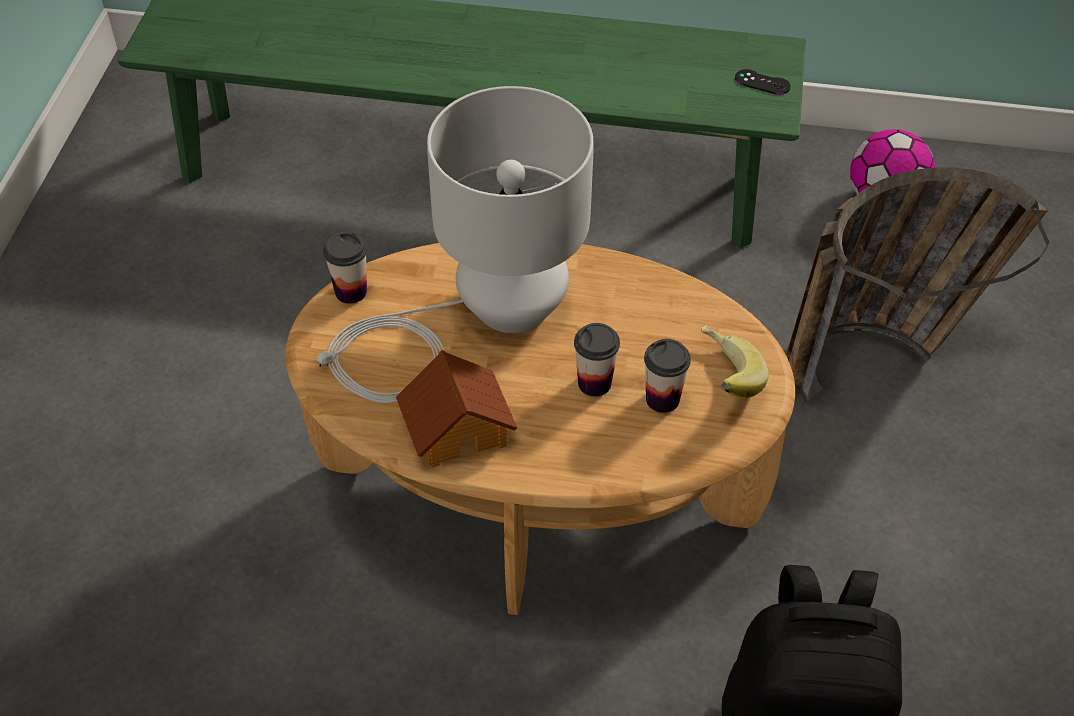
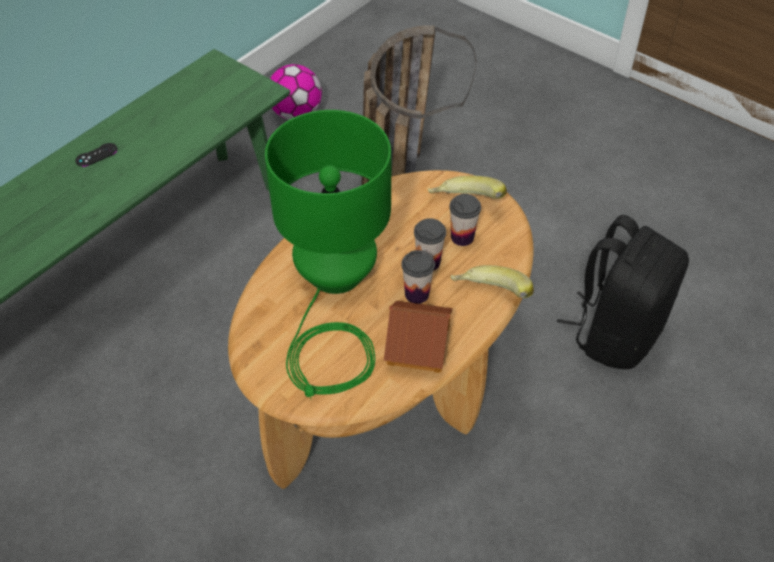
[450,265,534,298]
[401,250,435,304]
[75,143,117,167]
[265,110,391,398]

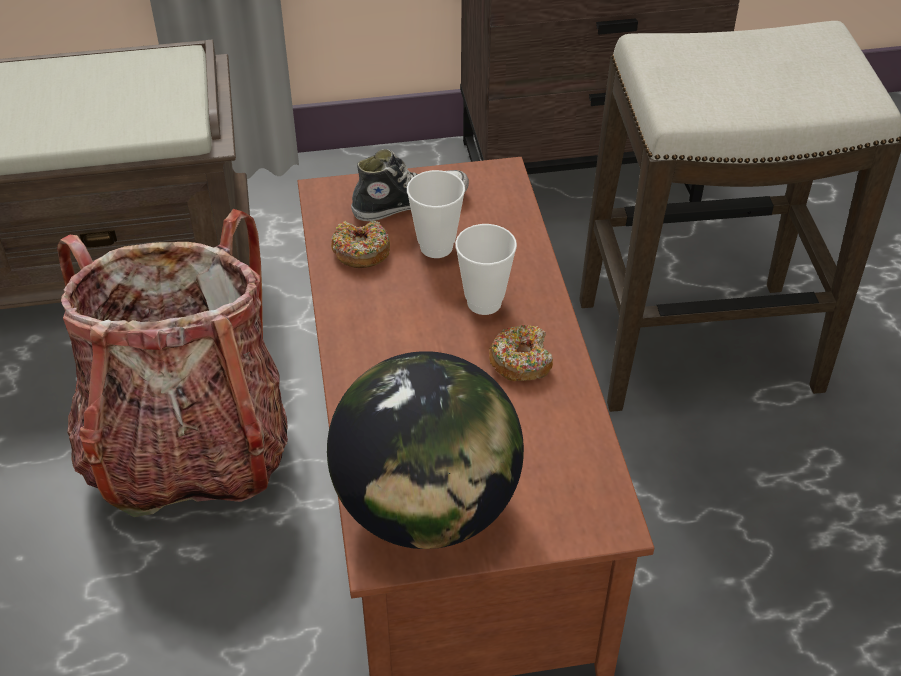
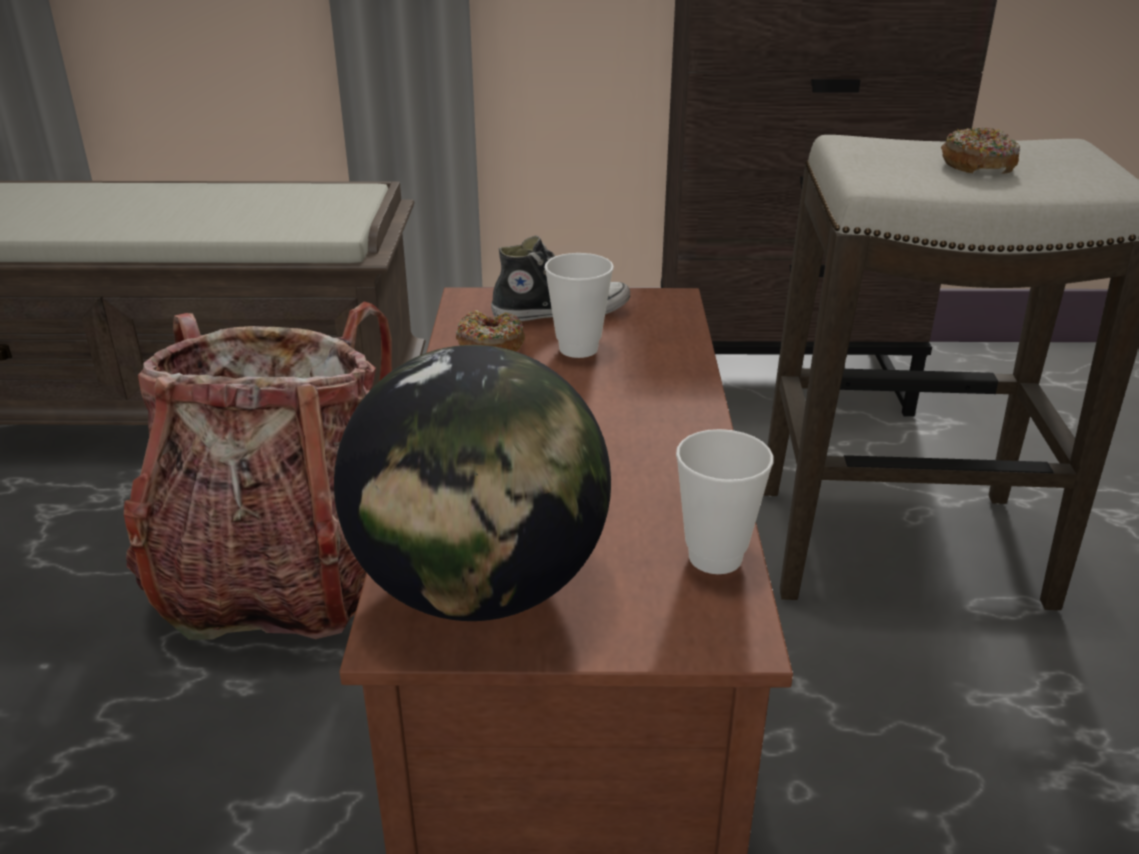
[676,429,774,574]
[941,127,1020,174]

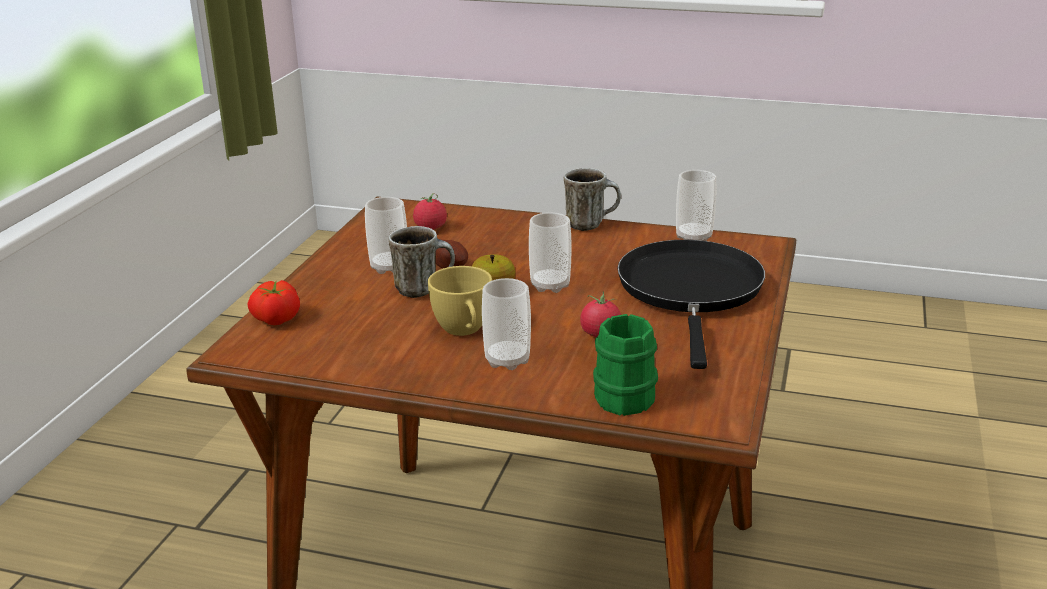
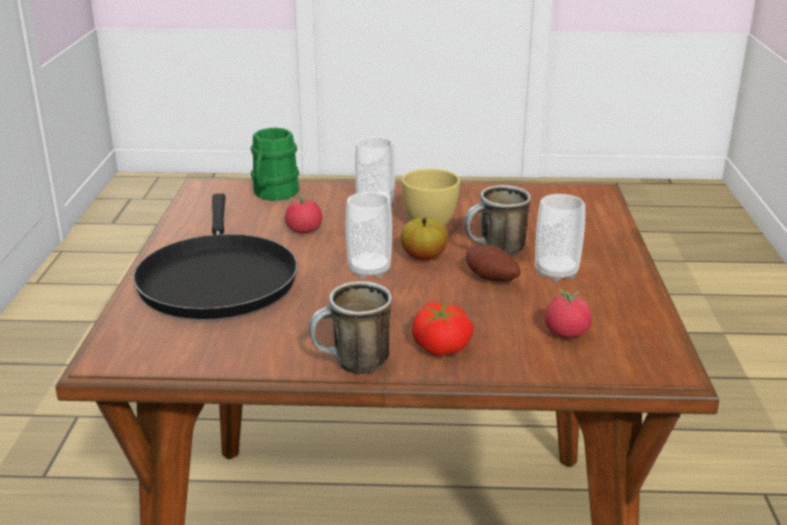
[676,170,716,241] (first image)
[412,301,474,356]

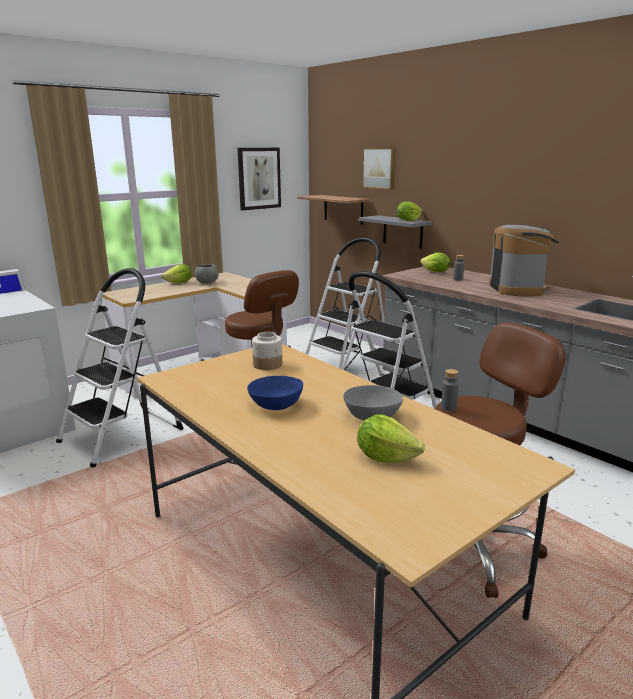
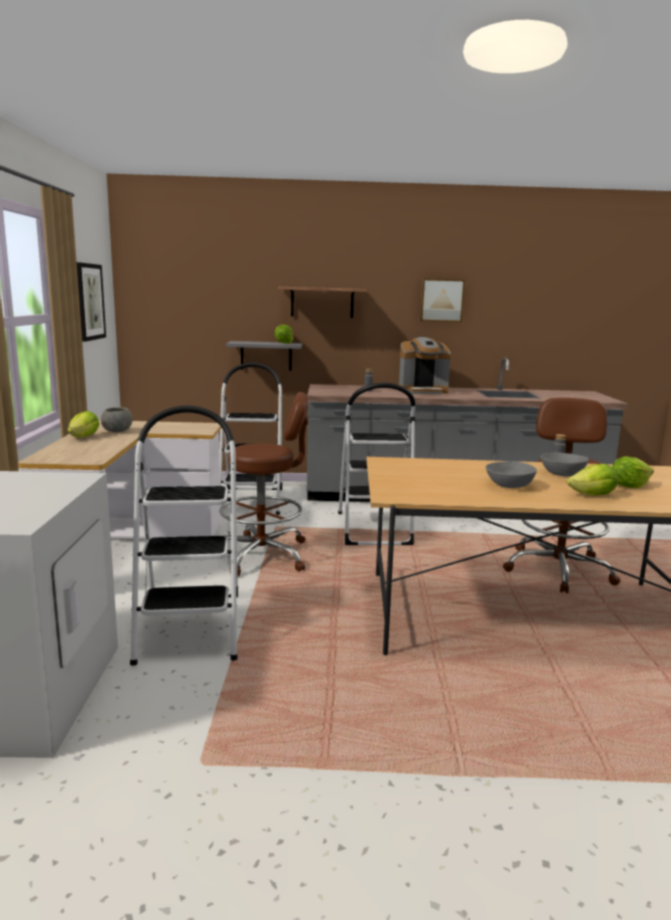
[252,332,282,370] (first image)
[278,287,366,318]
[420,279,465,322]
[567,464,618,496]
[486,461,537,488]
[399,337,451,394]

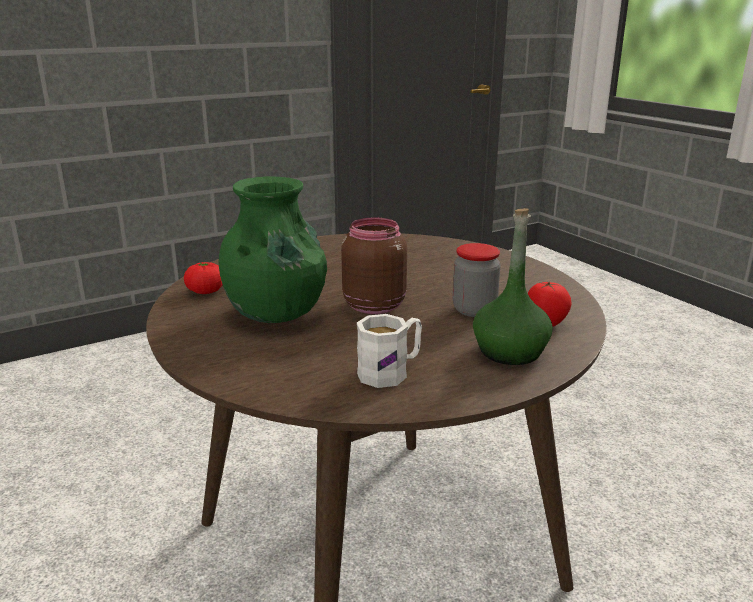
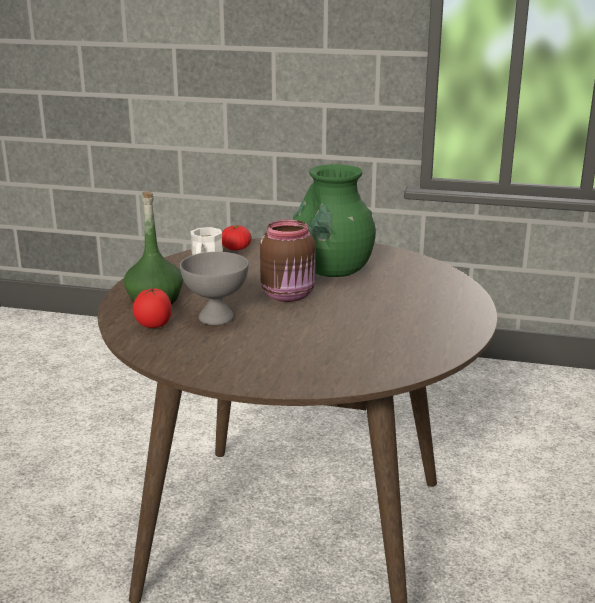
[222,225,252,250]
[180,252,249,325]

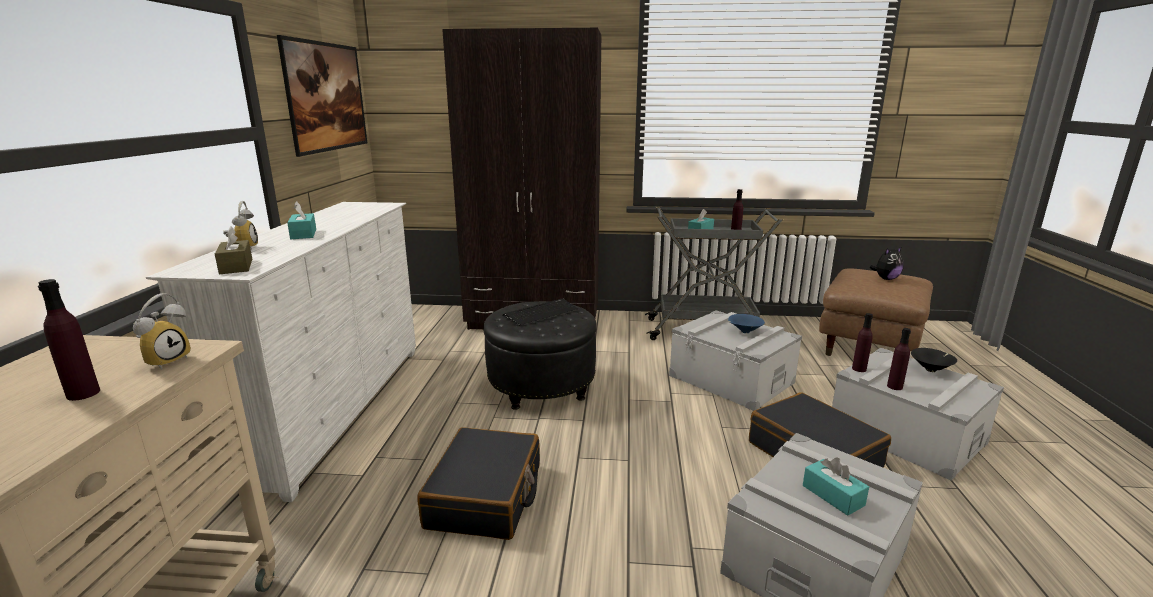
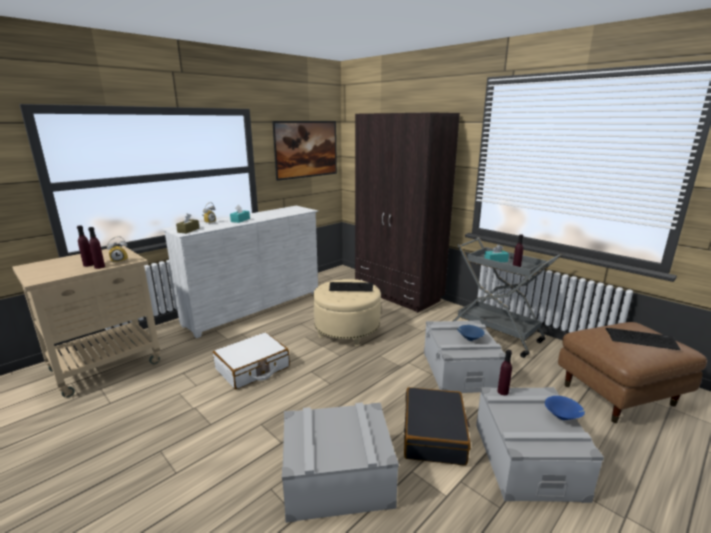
[803,457,869,516] (first image)
[88,227,105,269]
[606,328,681,350]
[213,332,290,389]
[313,279,381,346]
[545,396,585,420]

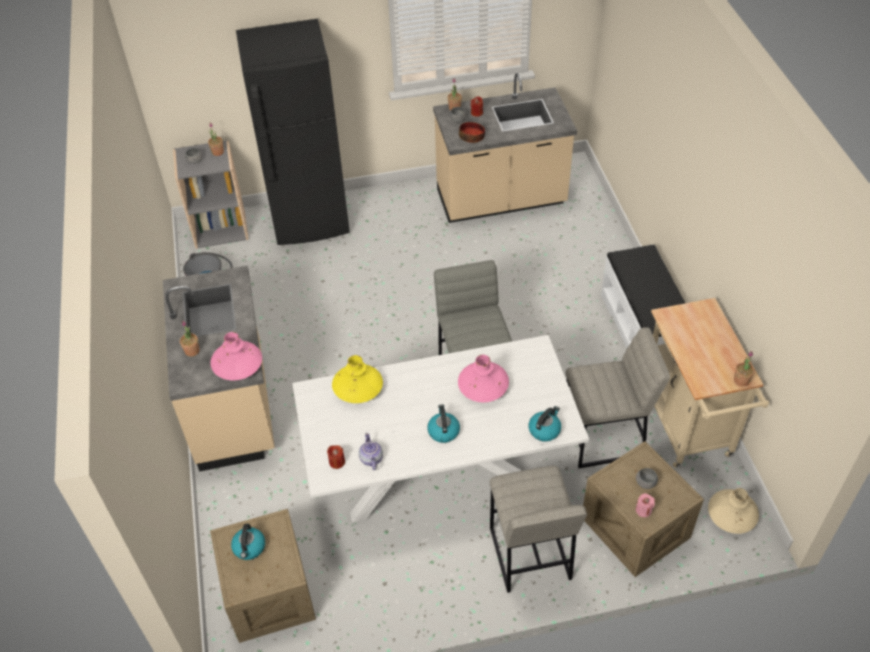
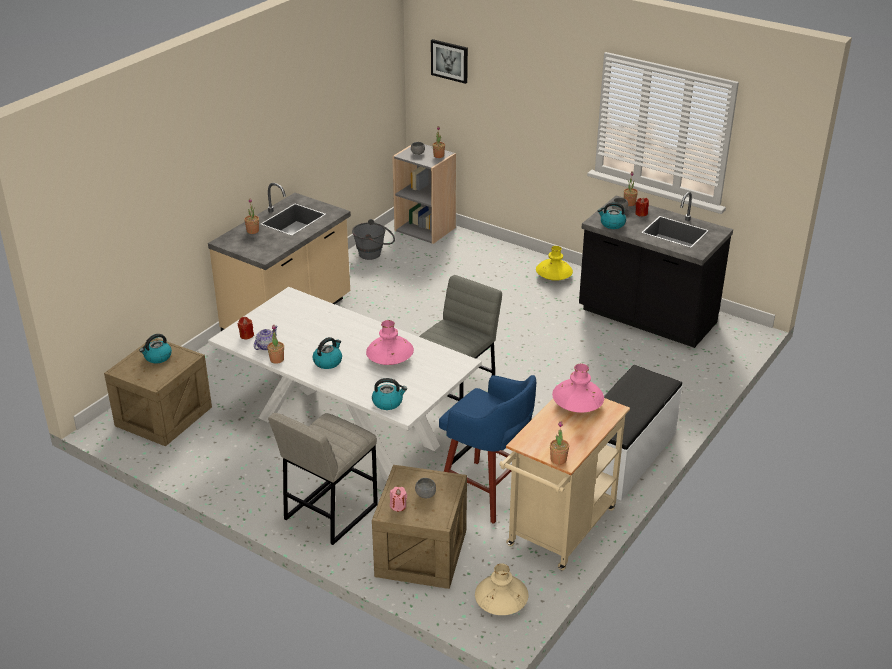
[236,19,350,245] (first image)
[267,324,284,364]
[431,39,468,84]
[552,364,604,413]
[536,246,573,281]
[597,202,626,229]
[439,375,536,524]
[579,192,733,348]

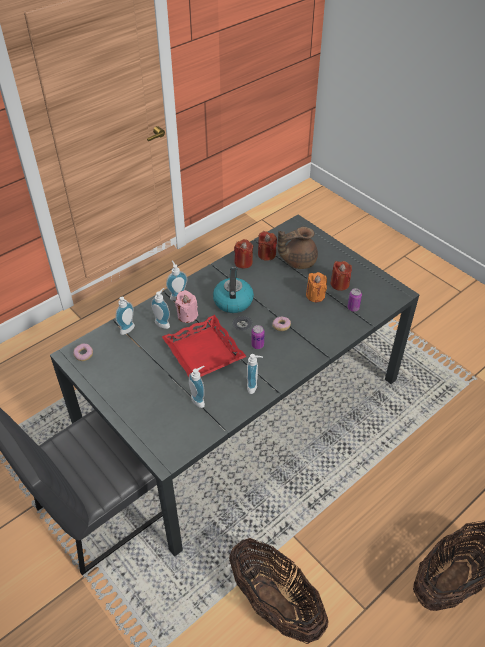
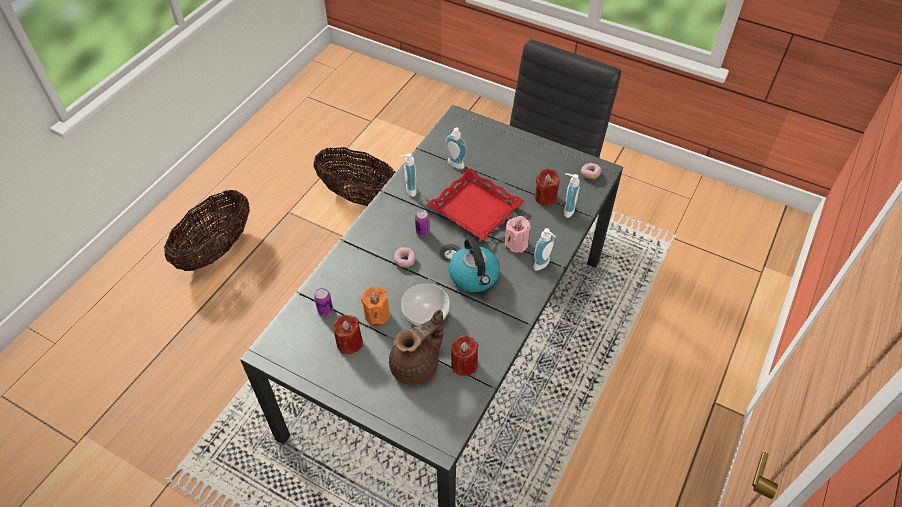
[151,288,170,329] (first image)
[401,284,450,327]
[535,169,559,206]

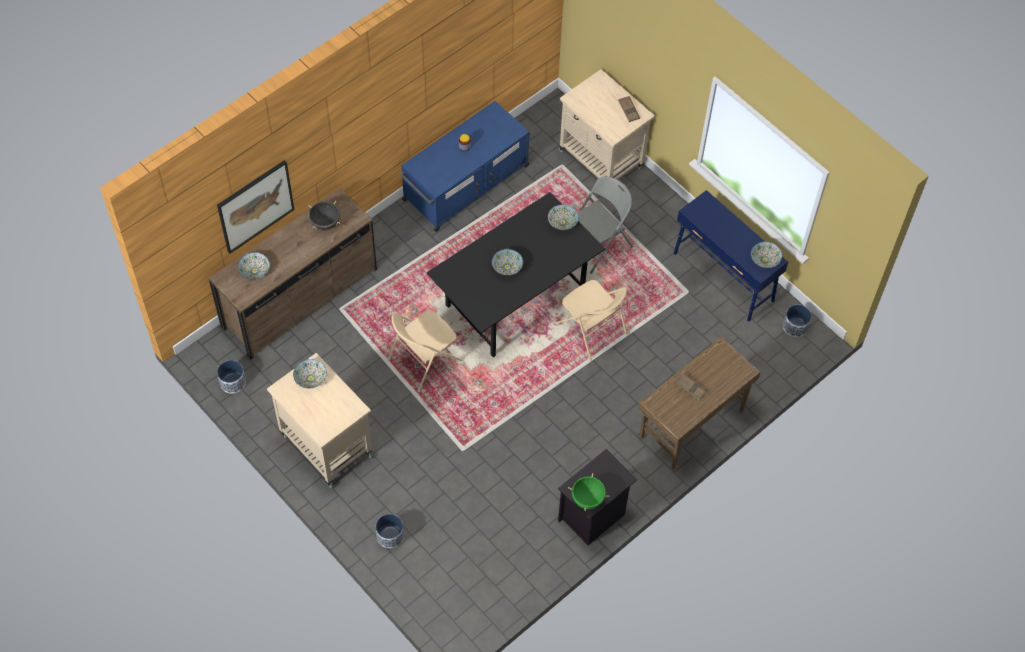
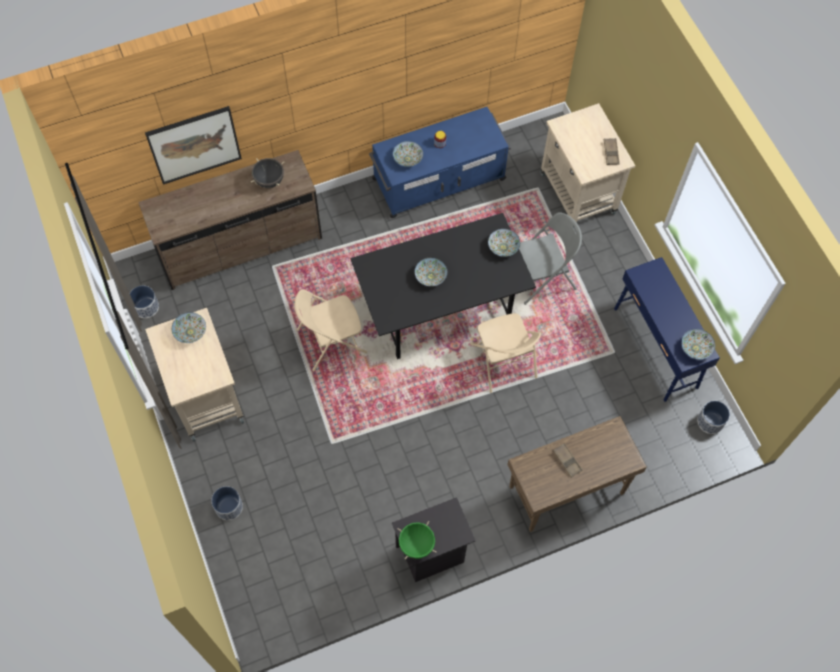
[393,141,423,167]

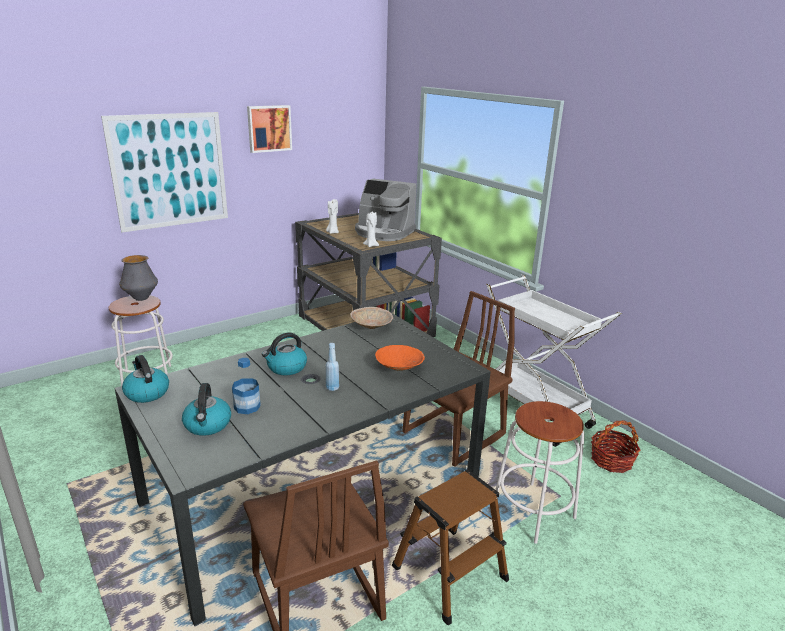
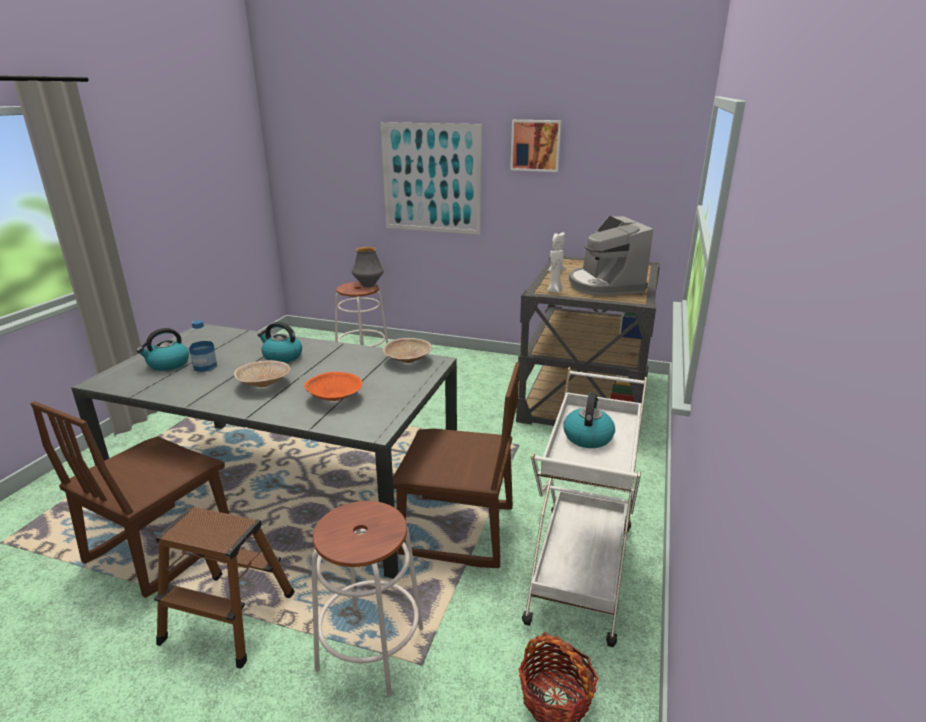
[563,392,615,448]
[234,360,291,387]

